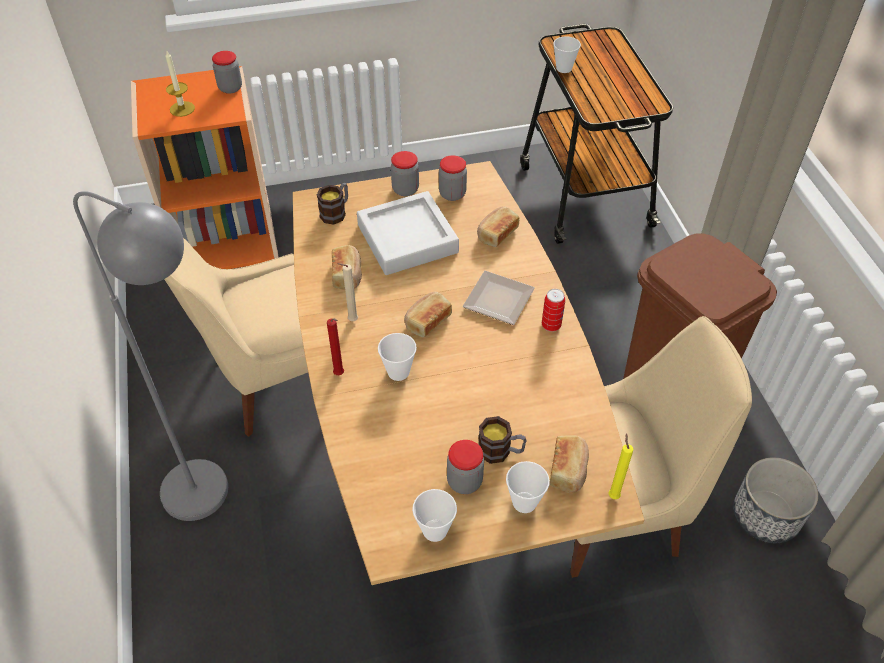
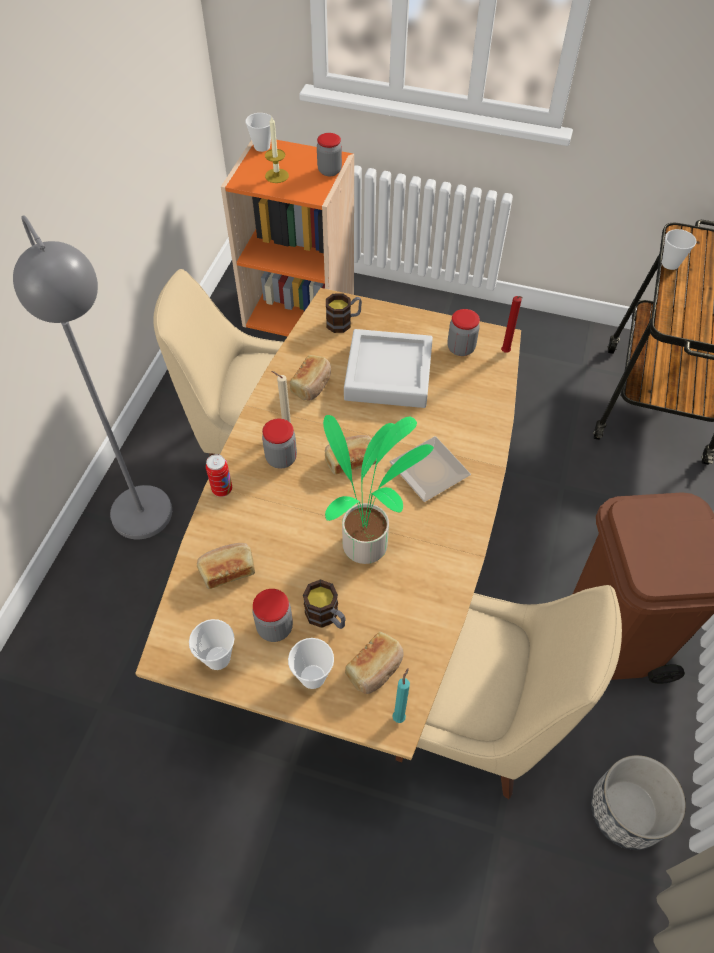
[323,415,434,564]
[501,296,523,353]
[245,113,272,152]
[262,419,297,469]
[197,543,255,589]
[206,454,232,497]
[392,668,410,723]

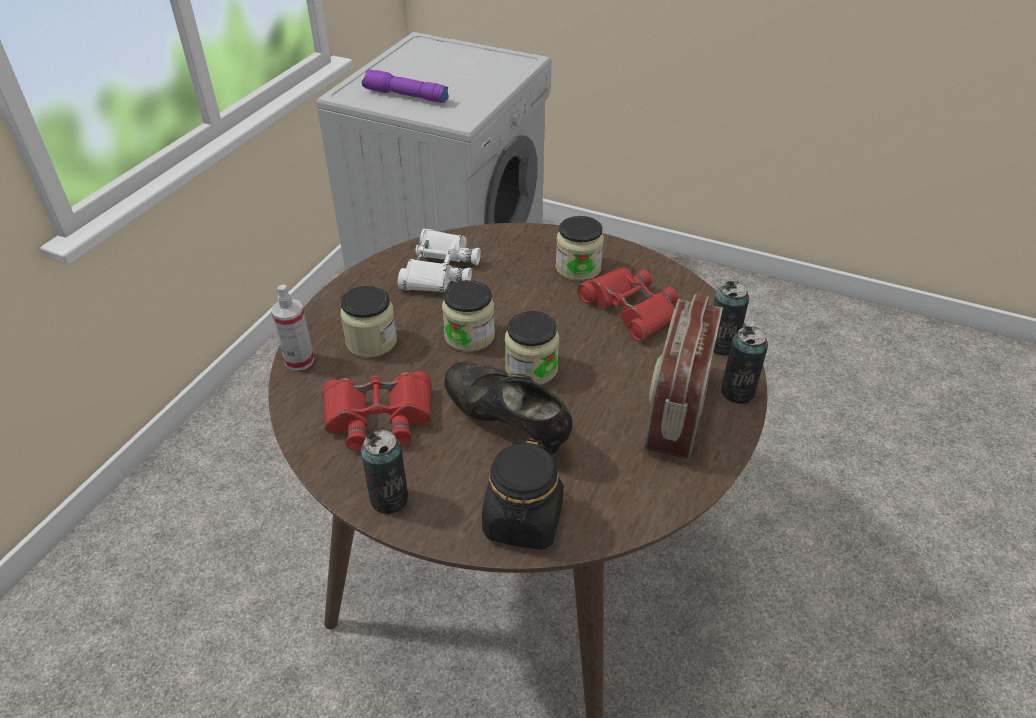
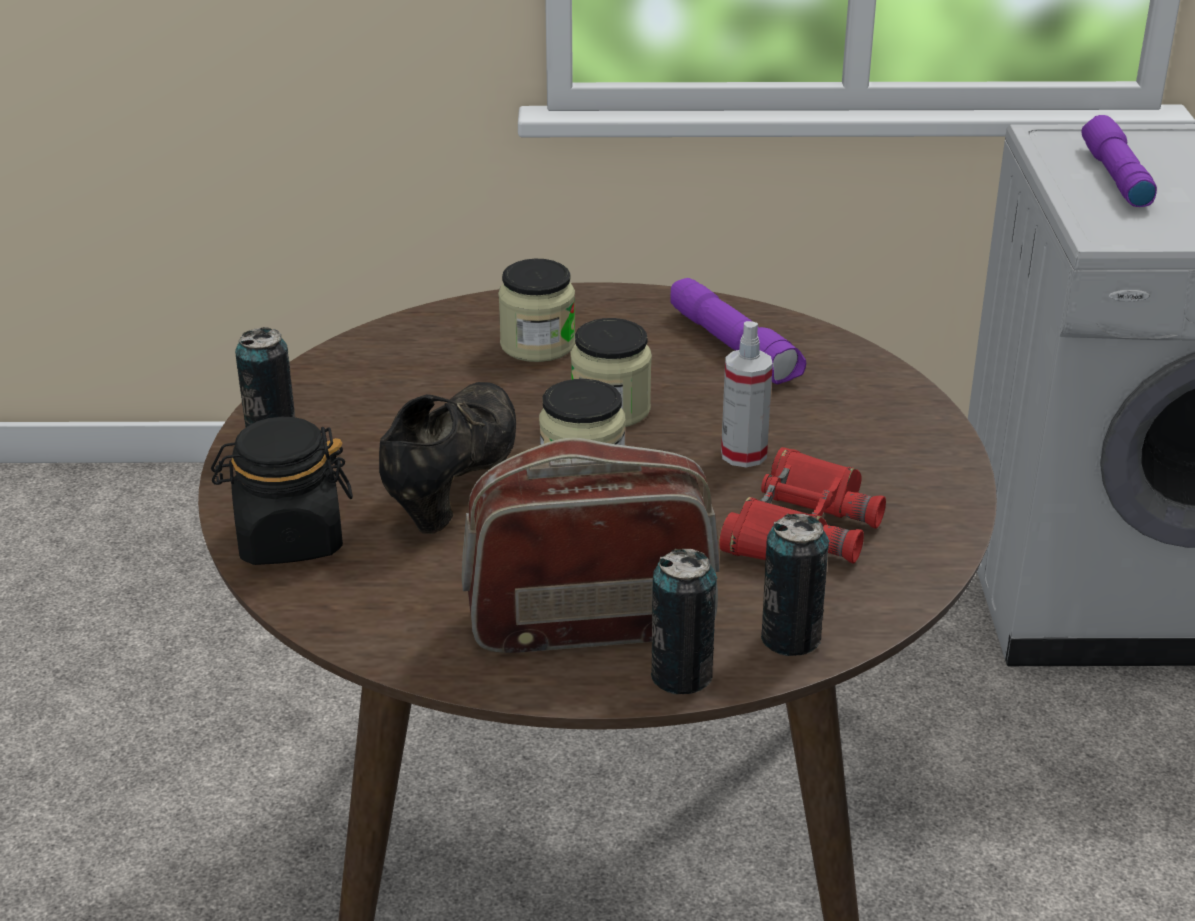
[322,371,432,451] (first image)
[556,216,604,281] (first image)
[721,321,773,467]
[670,278,806,384]

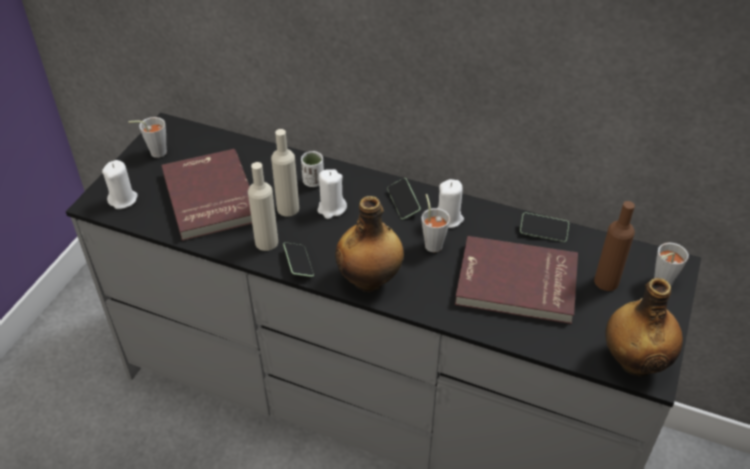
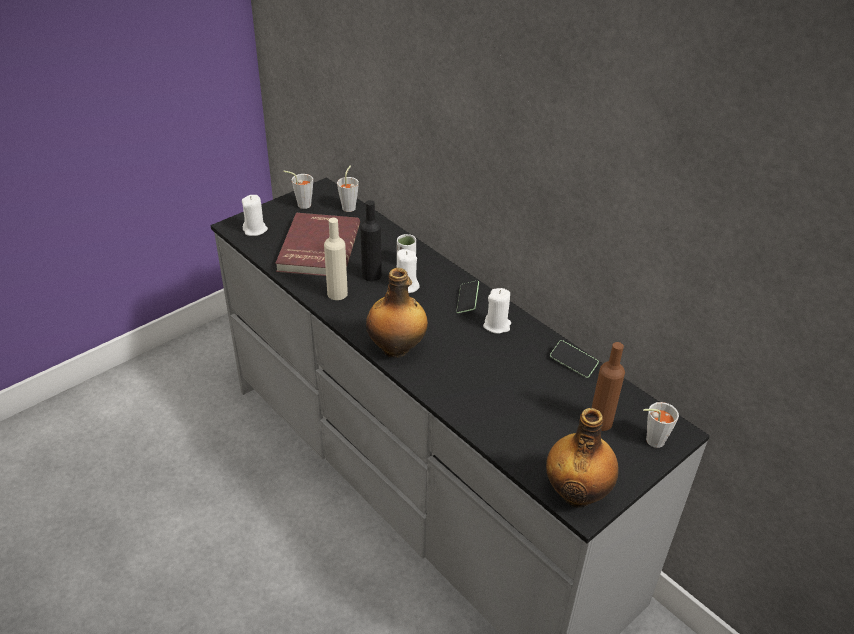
[283,242,314,277] (first image)
[455,236,578,324] (first image)
[337,165,359,212]
[360,200,382,281]

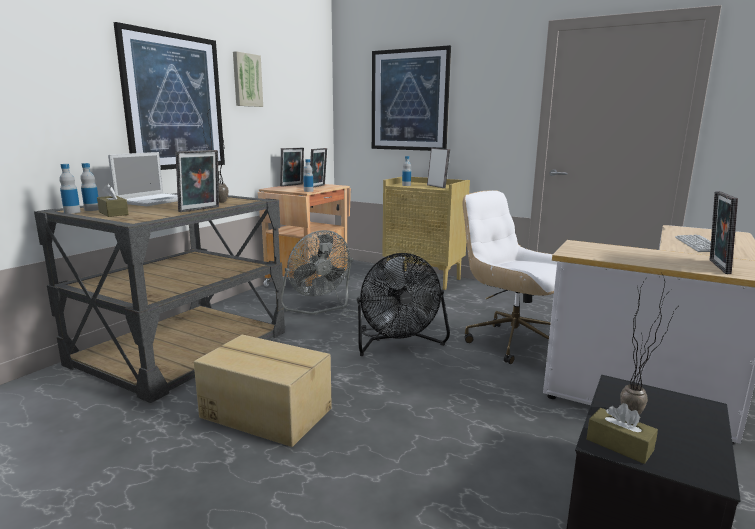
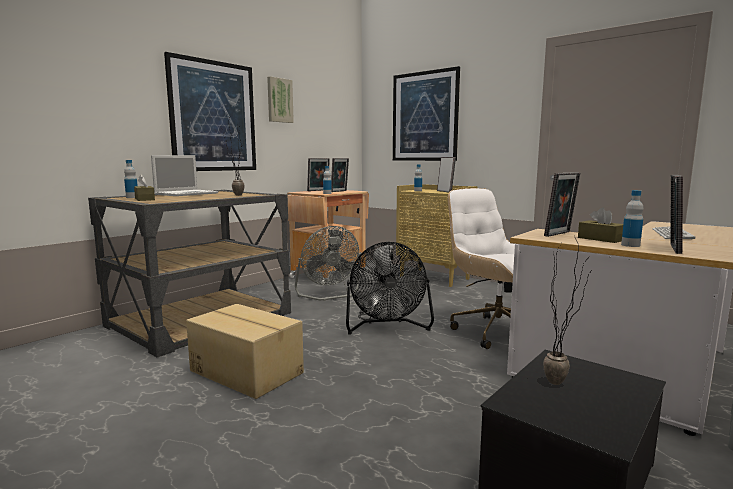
[621,190,644,247]
[544,172,580,237]
[578,207,623,243]

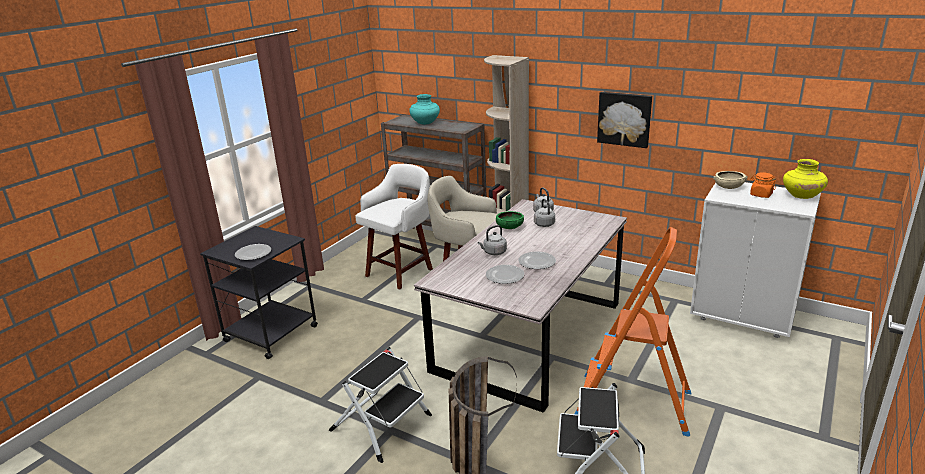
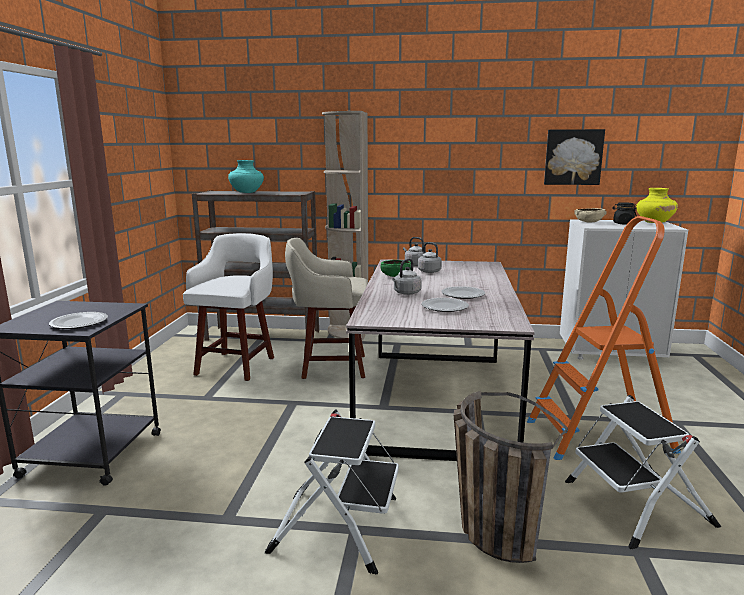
[544,129,605,185]
[612,202,637,225]

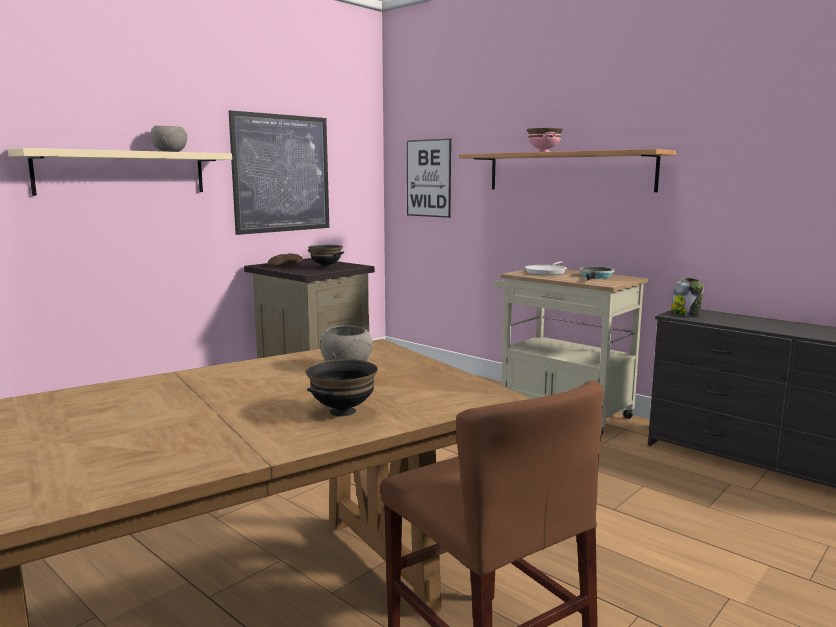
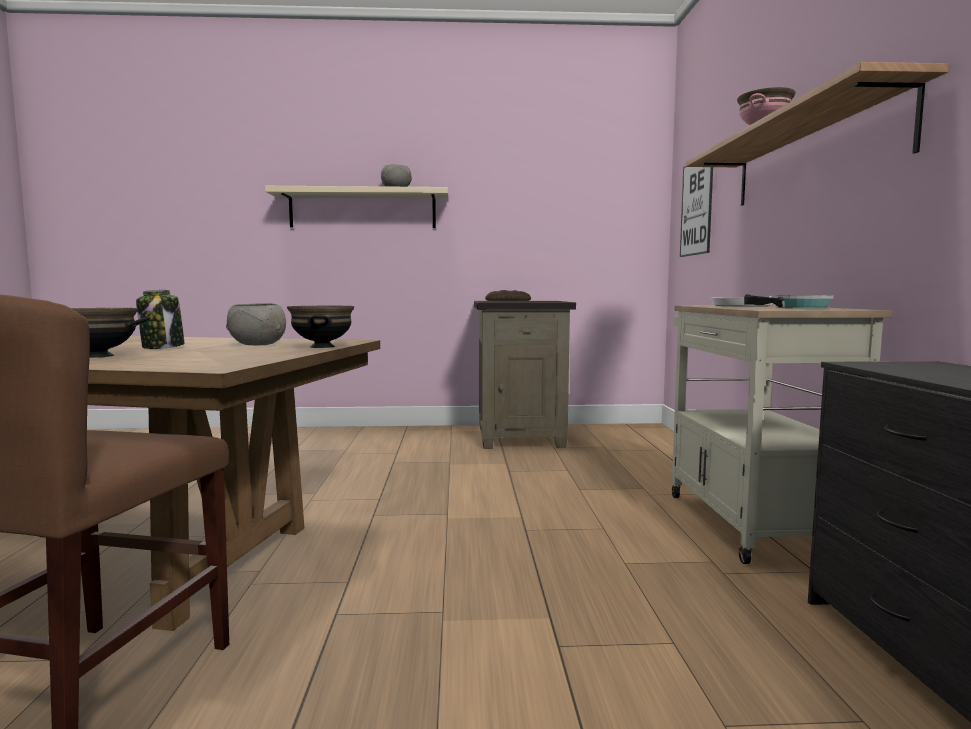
[229,110,329,235] (first image)
[287,306,354,348]
[136,290,184,349]

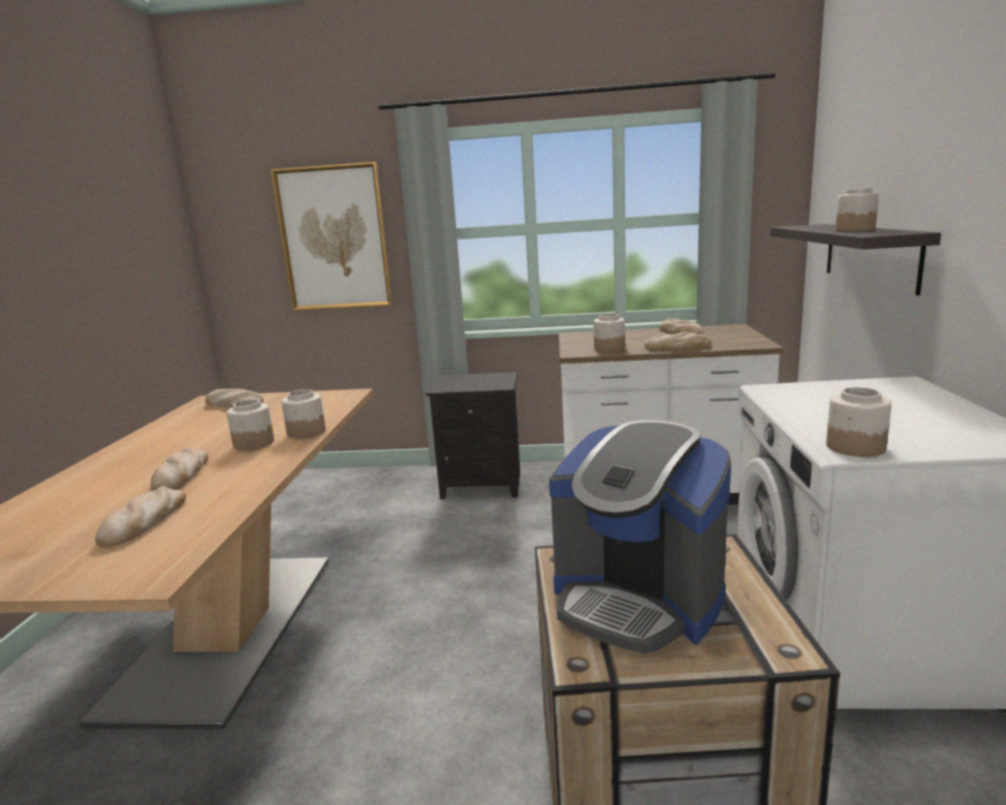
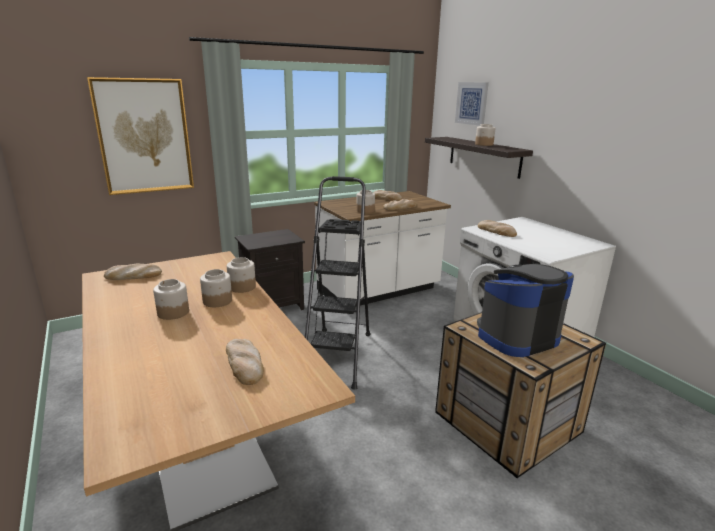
[305,176,371,389]
[455,82,489,126]
[478,220,517,237]
[153,279,189,320]
[477,264,574,357]

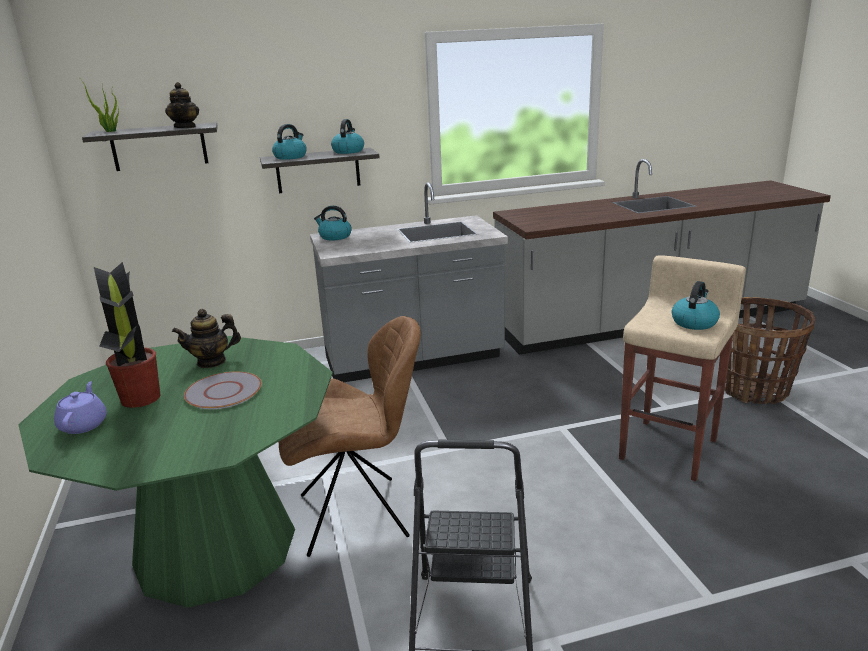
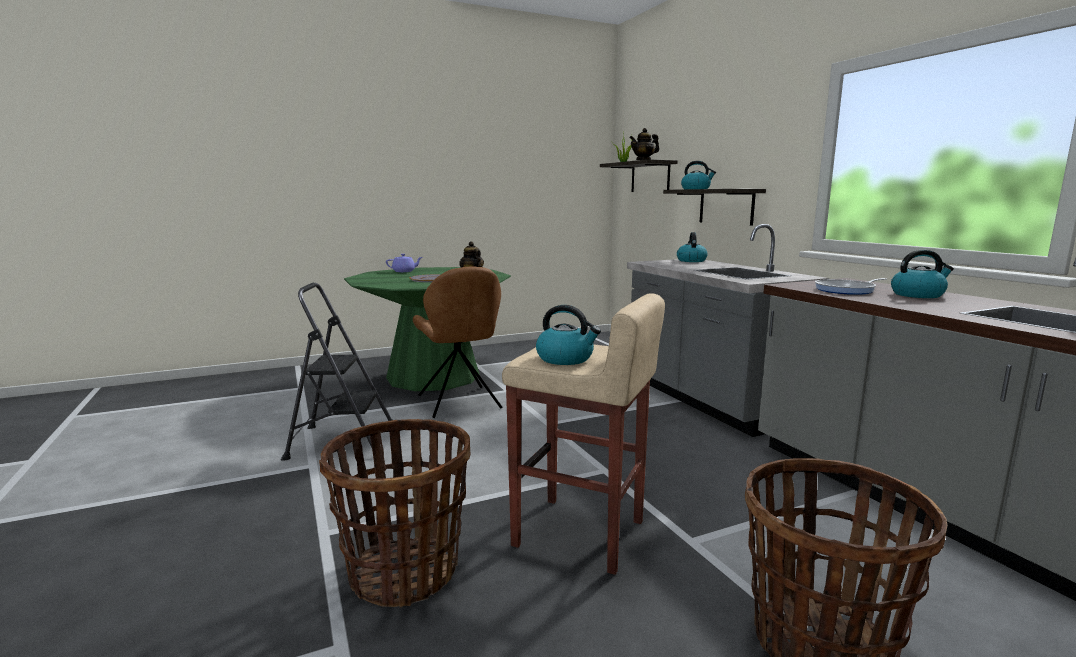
[94,262,160,408] (first image)
[319,419,471,608]
[815,278,887,295]
[891,250,954,298]

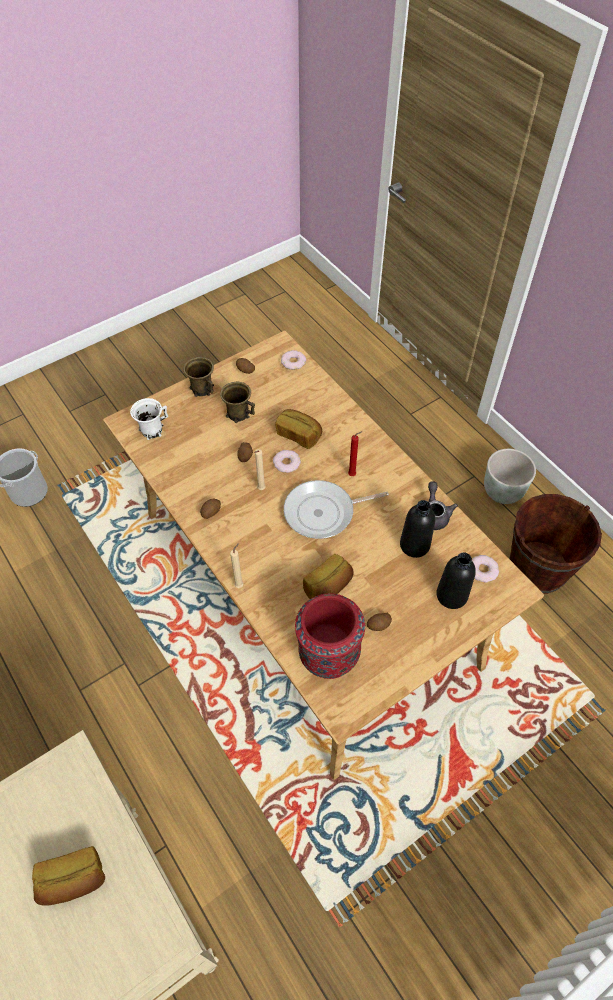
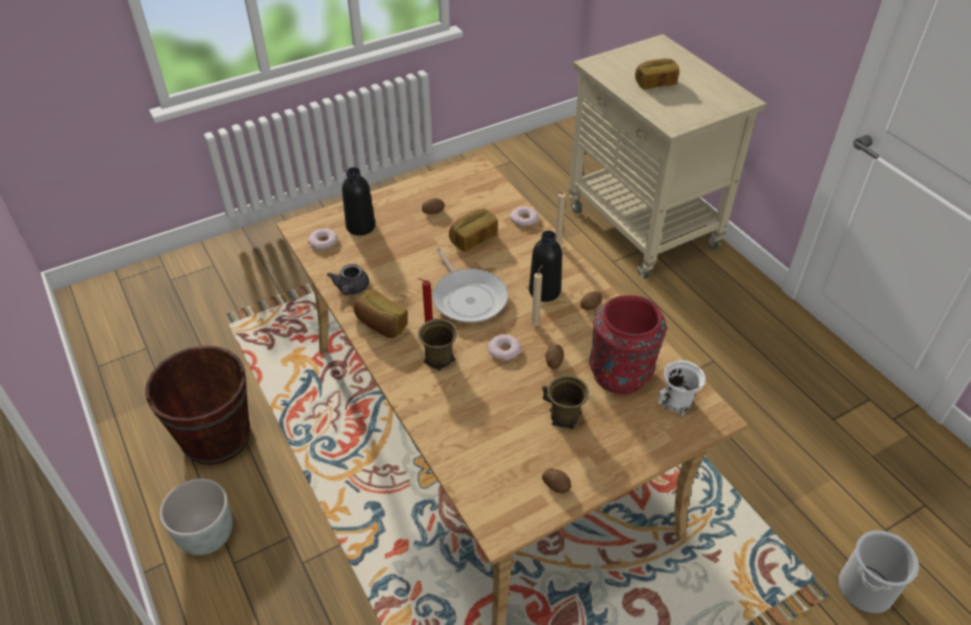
[418,319,457,371]
[354,289,408,338]
[510,206,539,227]
[589,295,667,394]
[529,231,562,302]
[433,248,508,323]

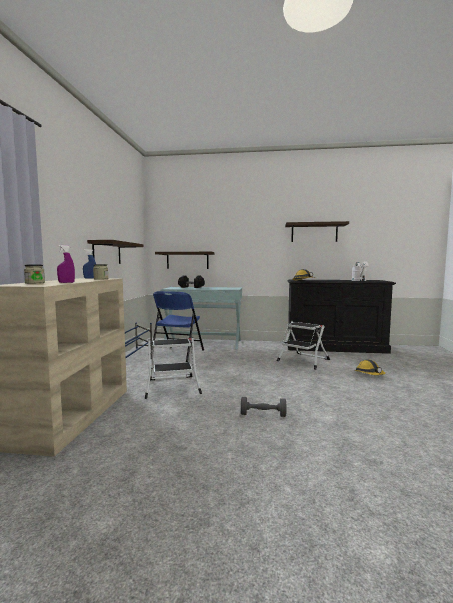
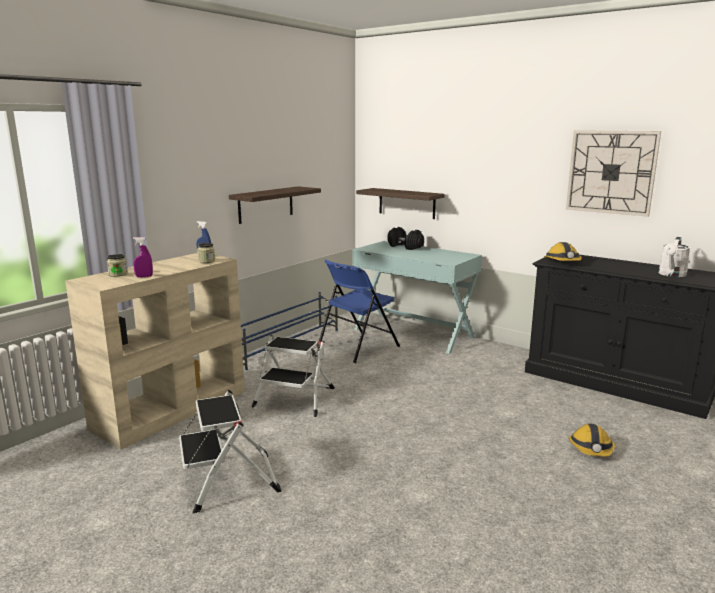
[241,397,286,417] (first image)
[179,390,282,513]
[566,130,661,217]

